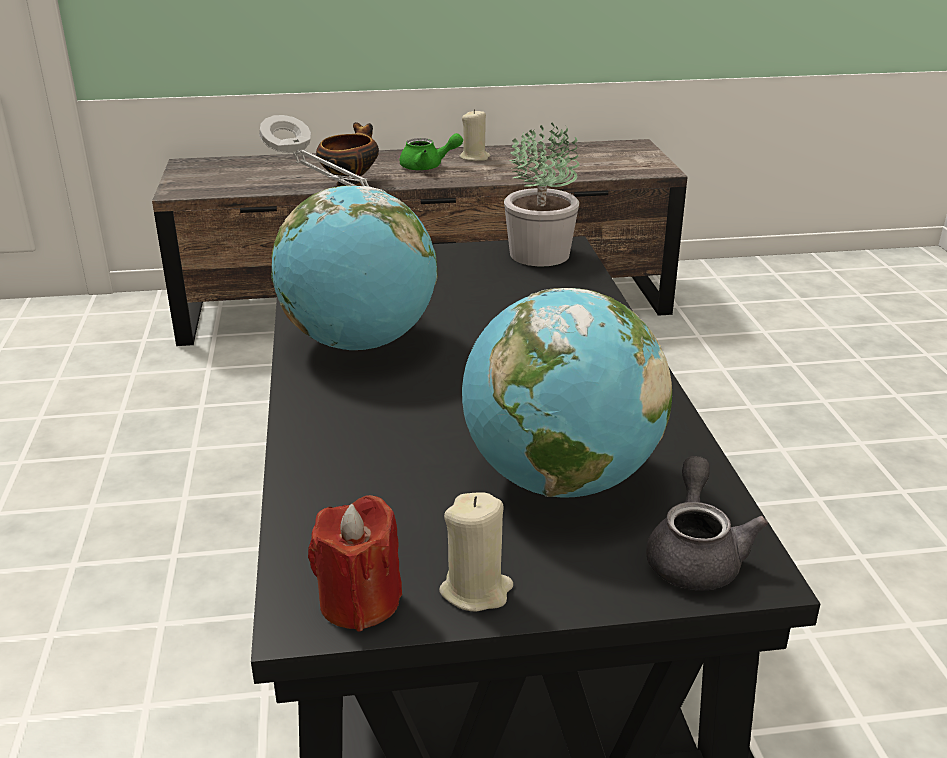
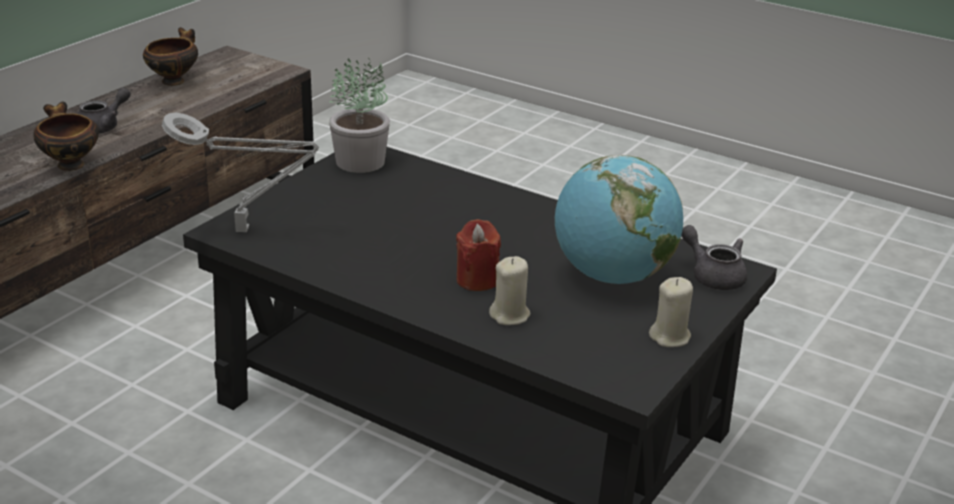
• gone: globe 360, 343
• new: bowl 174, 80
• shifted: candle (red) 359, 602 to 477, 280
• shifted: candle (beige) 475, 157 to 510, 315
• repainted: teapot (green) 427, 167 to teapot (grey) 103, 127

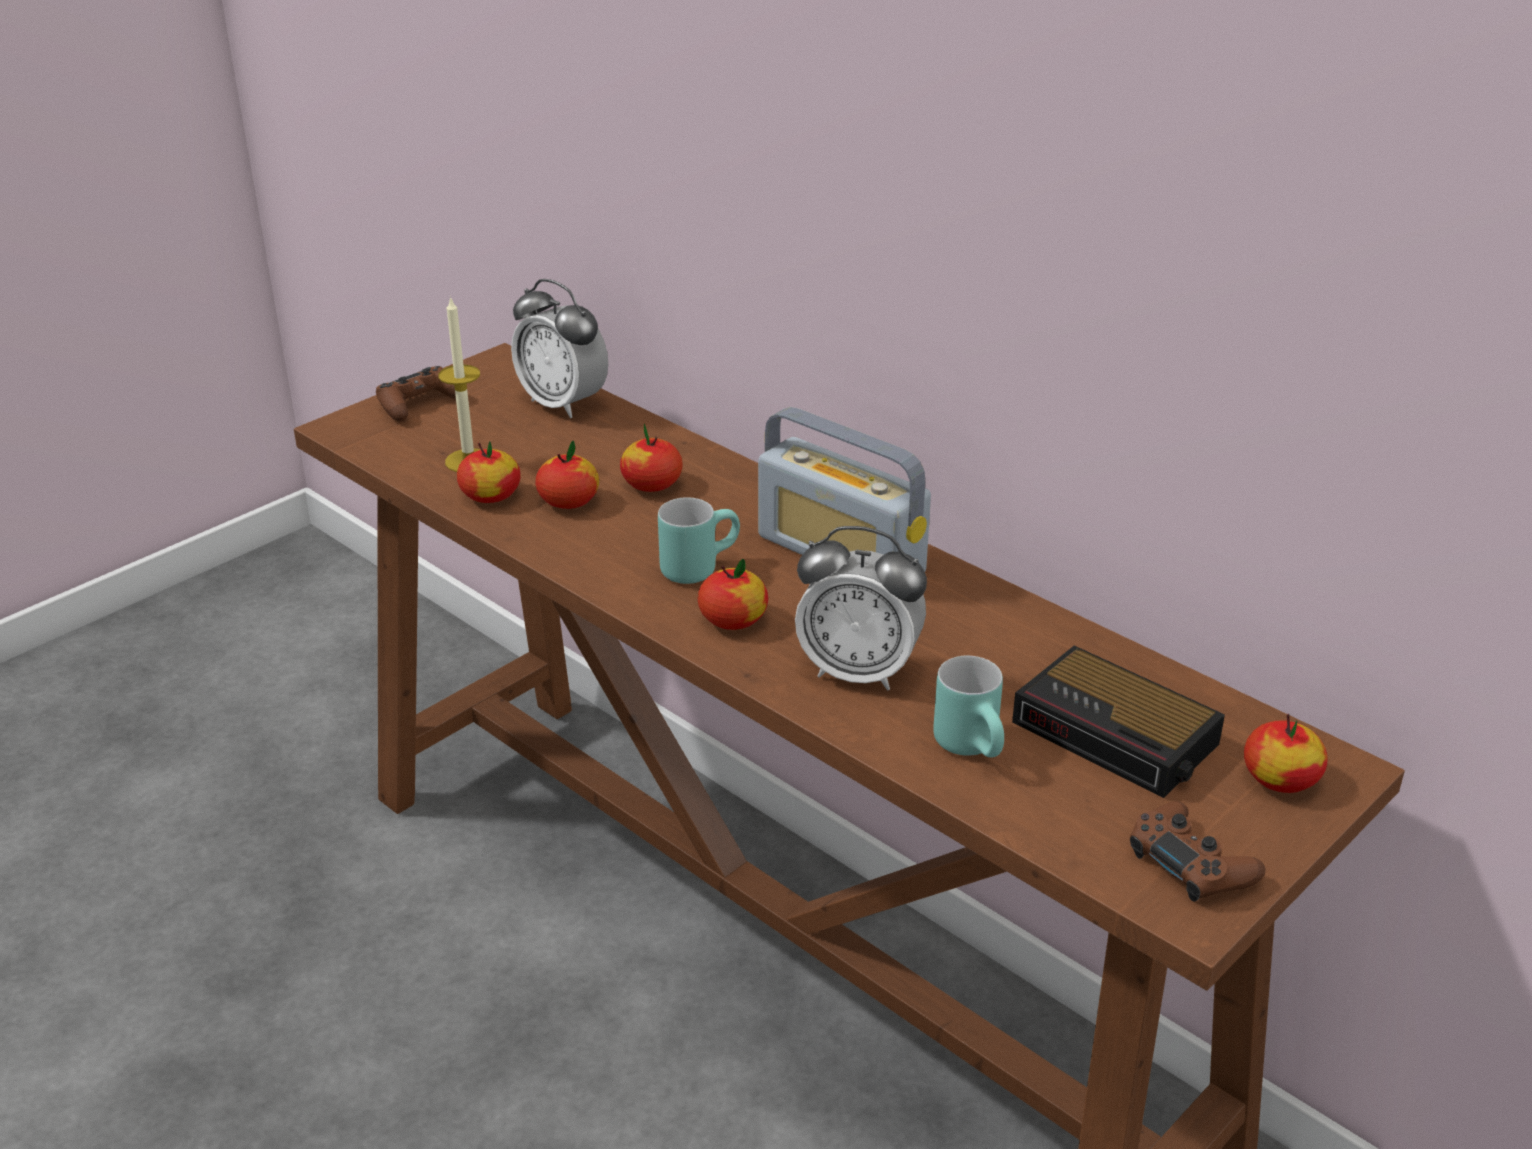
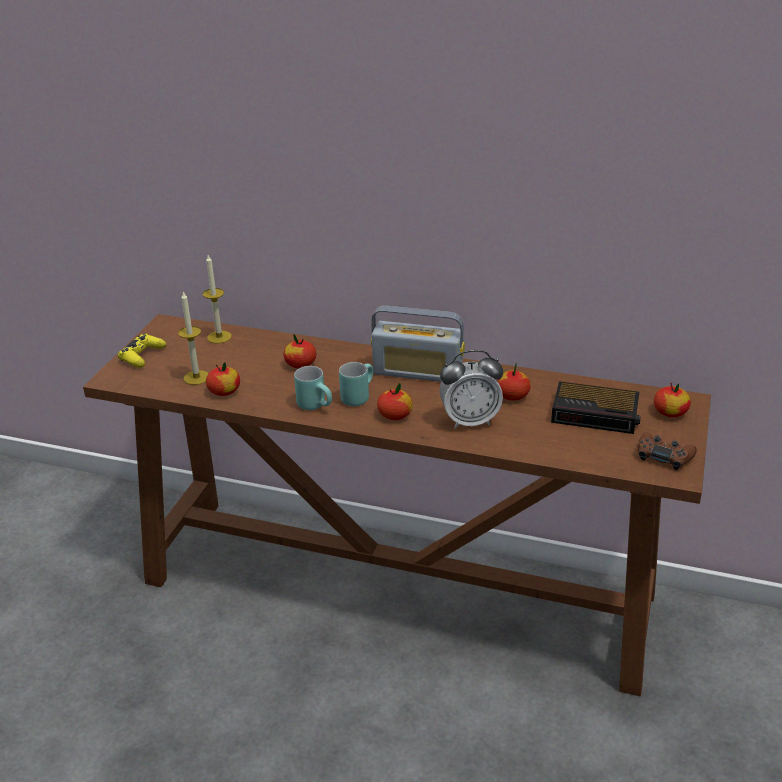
• shifted: apple 568, 501 to 512, 396
• shifted: mug (turquoise) 976, 747 to 317, 405
• swapped: alarm clock 563, 404 to candle 219, 337
• repainted: game controller (brown) 419, 404 to game controller (yellow) 142, 356

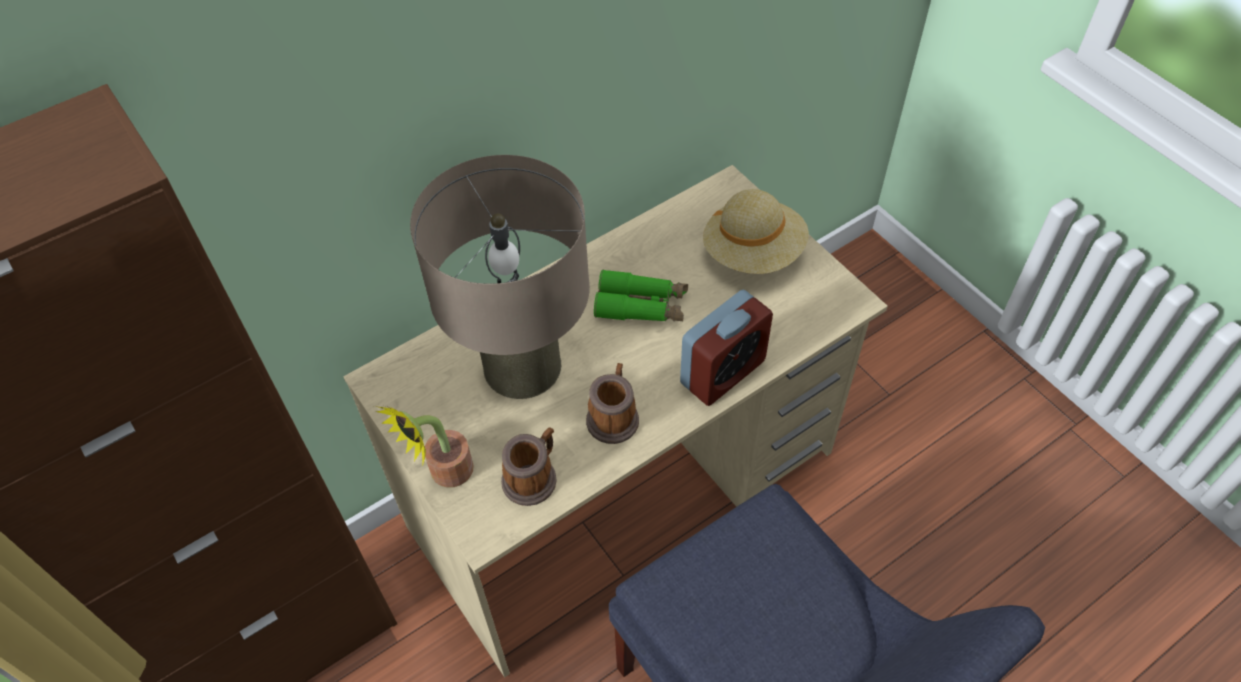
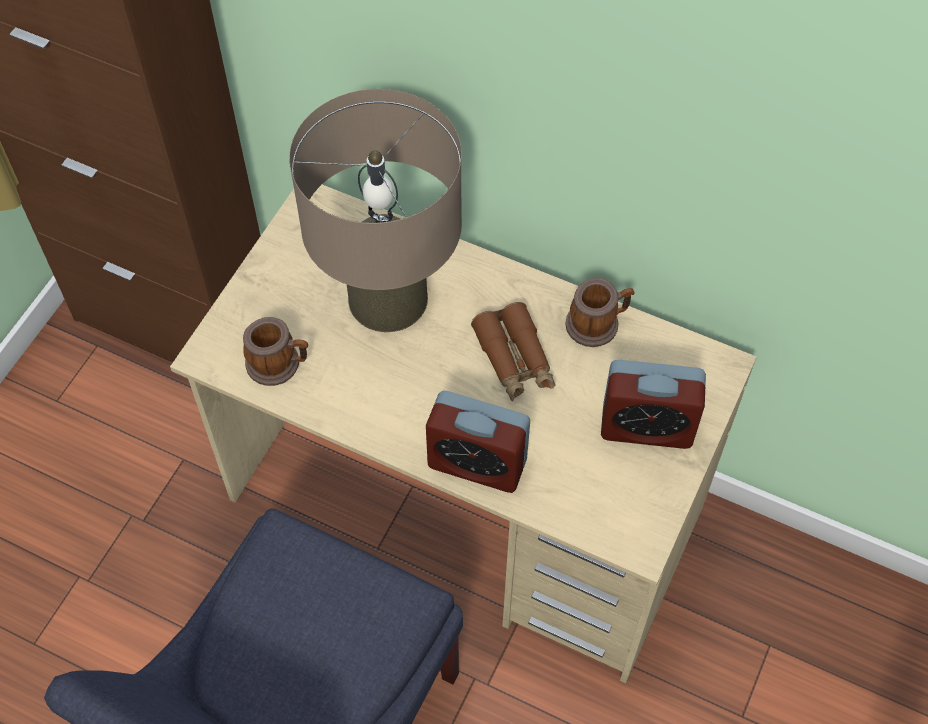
• gone: potted plant 444, 474
• shifted: mug 613, 416 to 597, 323
• swapped: hat (beige) 753, 252 to alarm clock 646, 427
• repainted: binoculars (green) 641, 306 to binoculars (brown) 514, 359

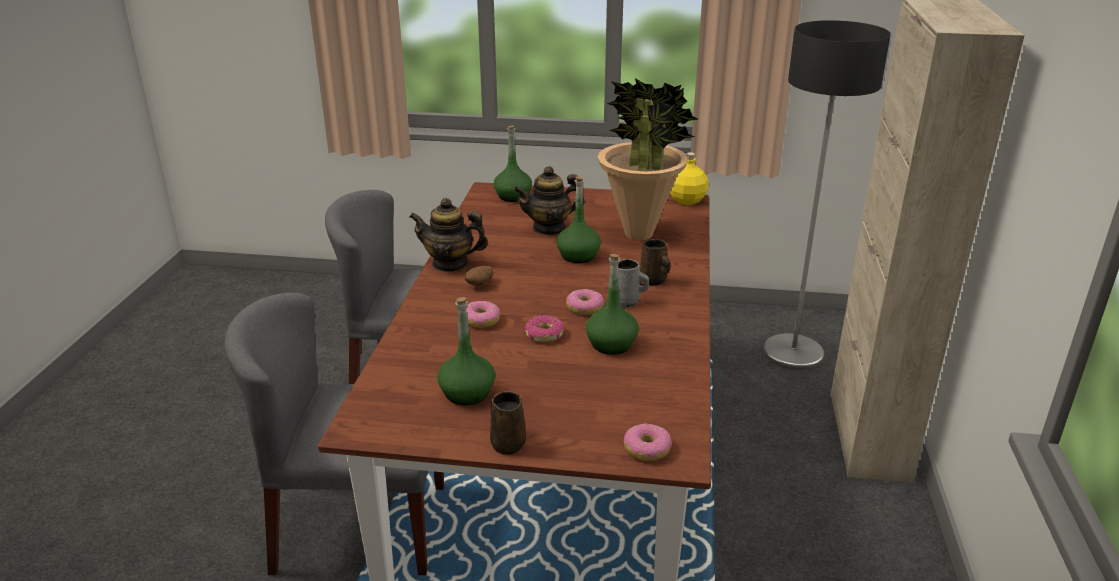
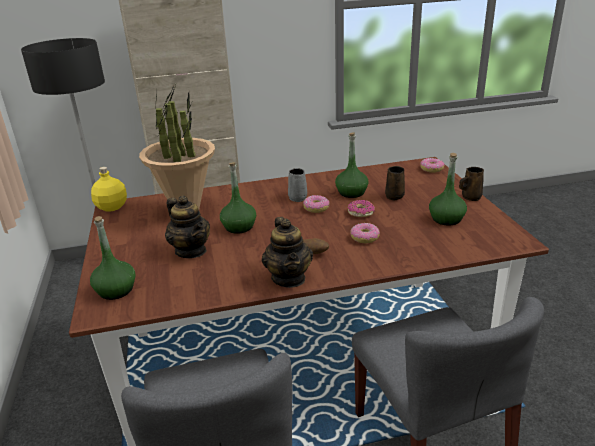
• shifted: mug (brown) 654, 281 to 395, 196

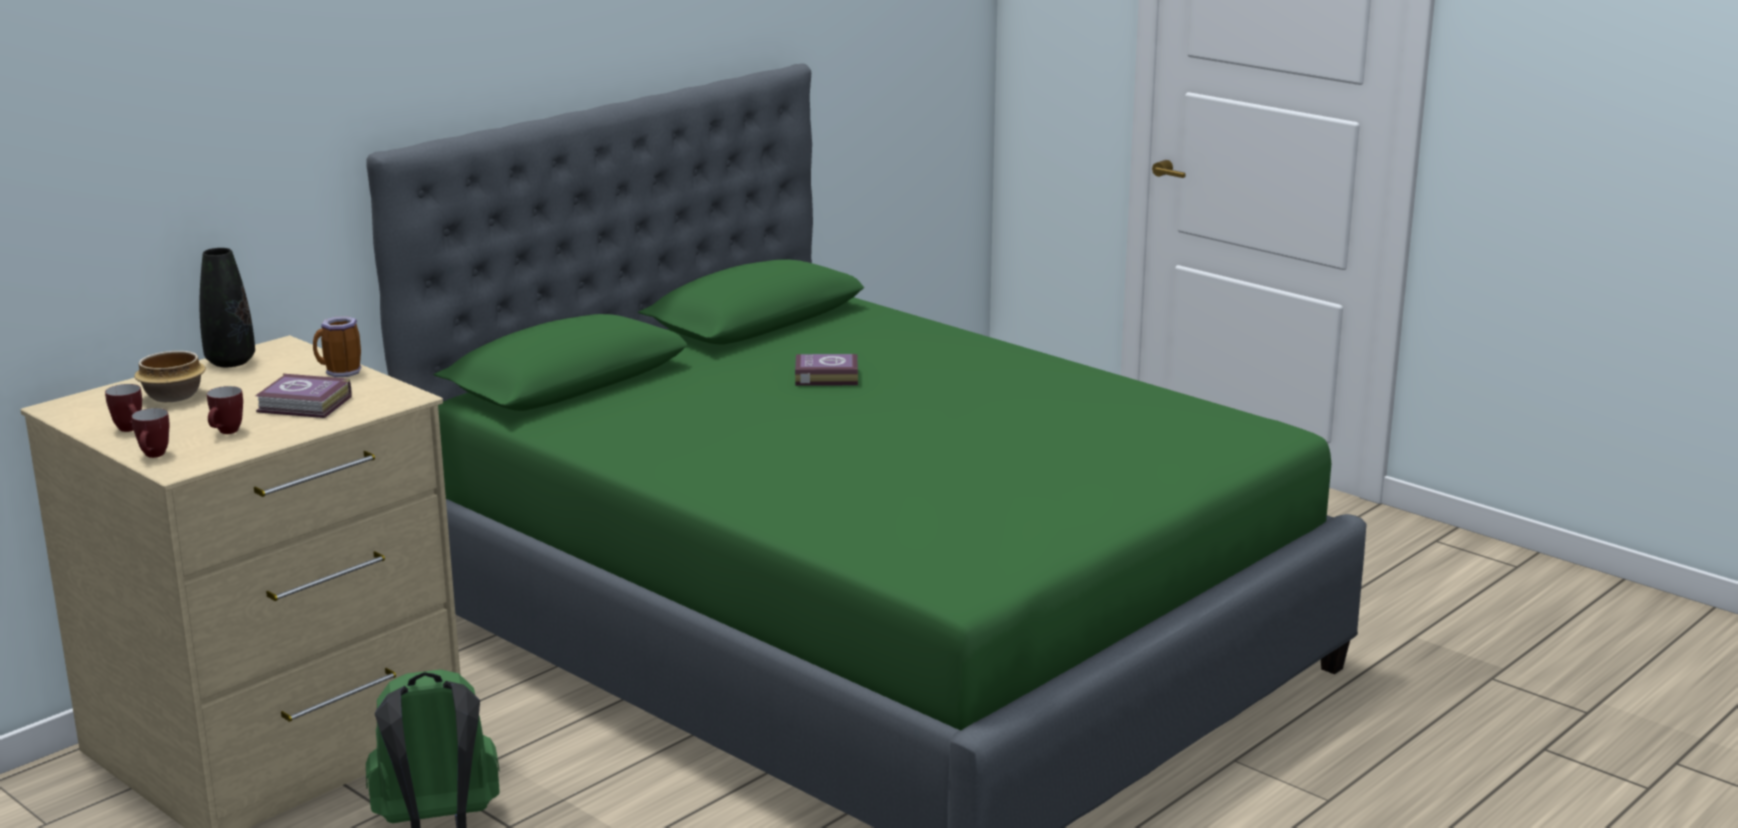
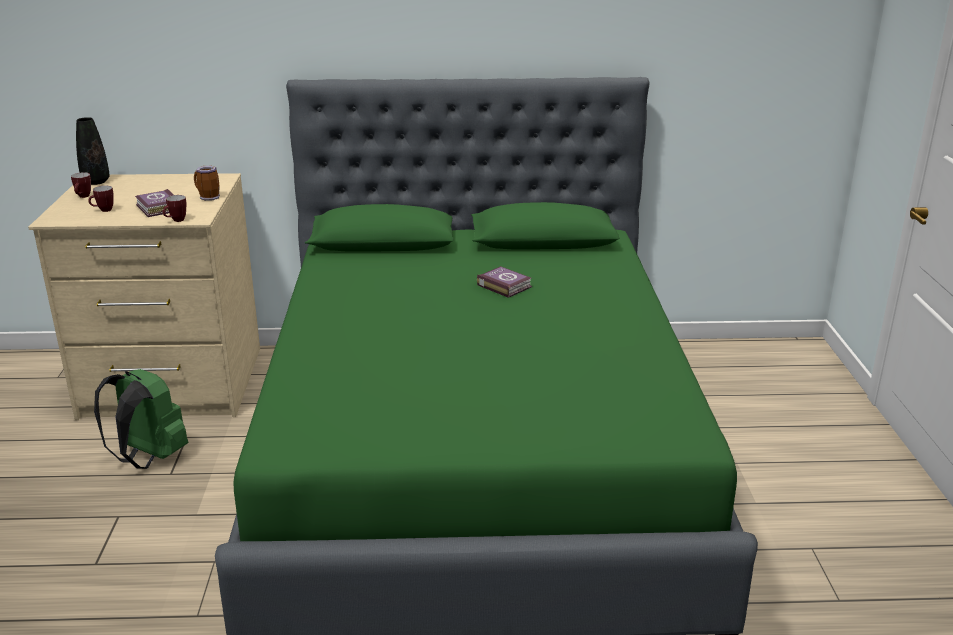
• gone: bowl 172, 397
• shifted: mug 154, 456 to 176, 221
• shifted: vase (black) 230, 362 to 96, 182

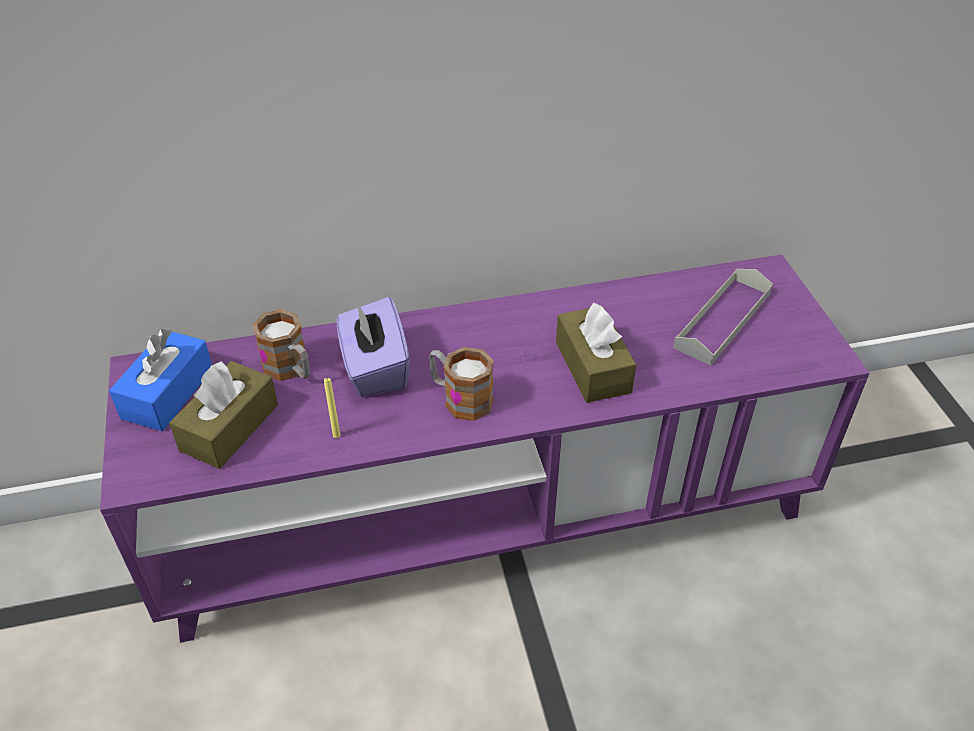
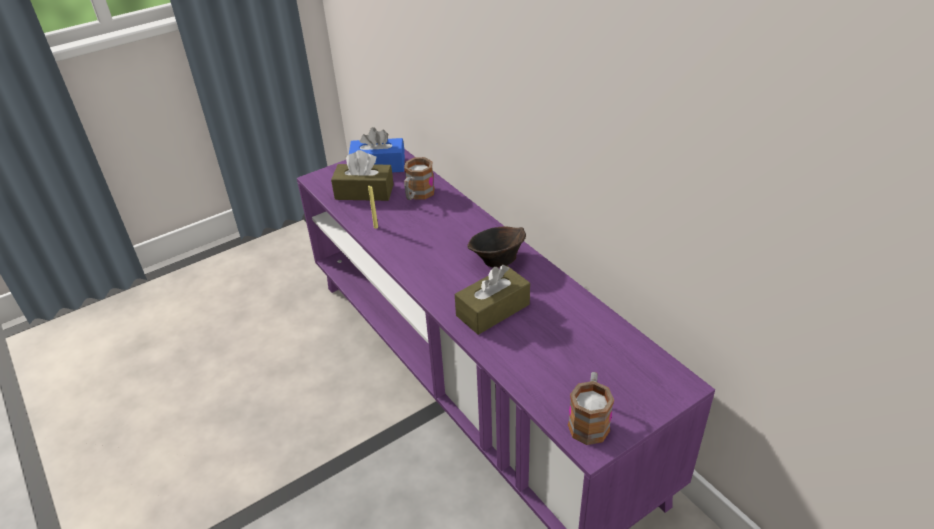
• gone: tissue box (purple) 375, 368
• gone: tray (grey) 723, 320
• new: bowl (brown) 496, 260
• shifted: mug 460, 398 to 589, 420

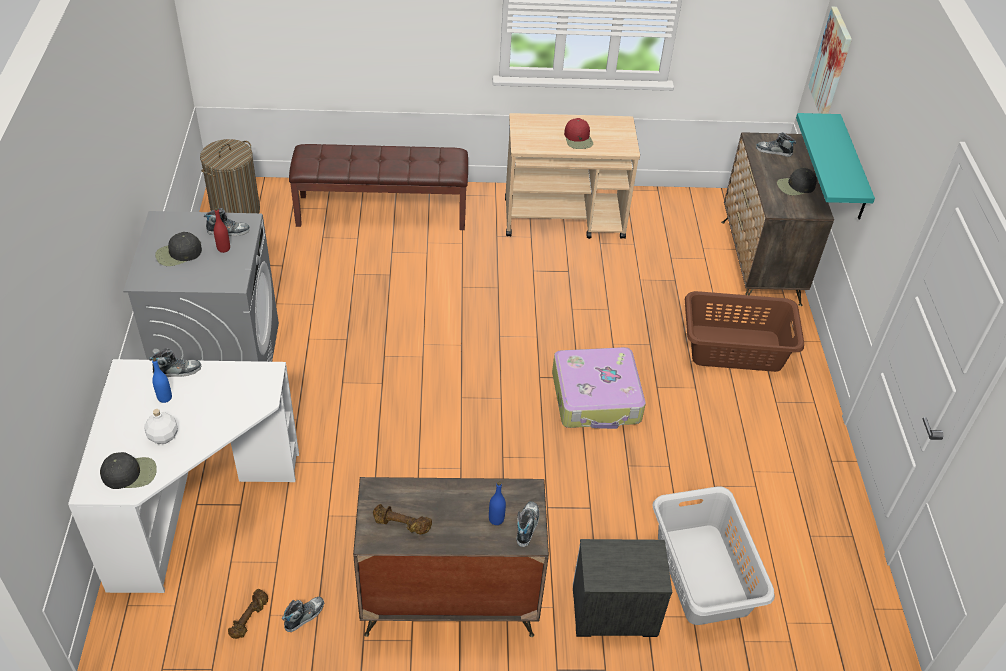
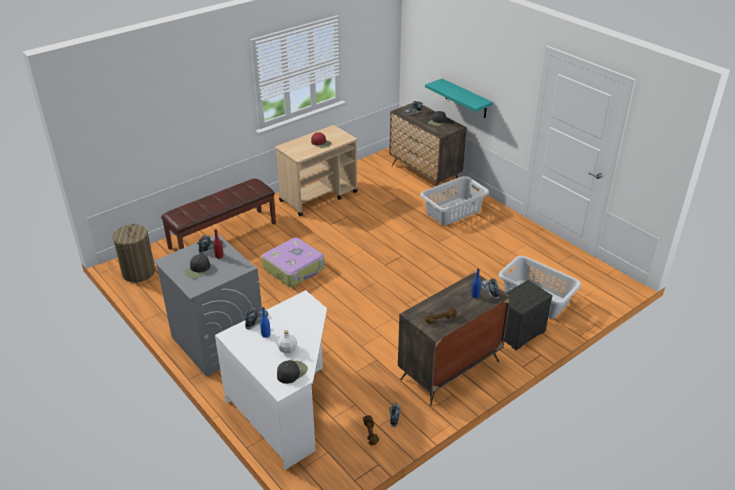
• gone: picture 831, 63
• shifted: suitcase 597, 398 to 294, 269
• repainted: laundry basket (brown) 736, 349 to laundry basket (grey) 453, 211

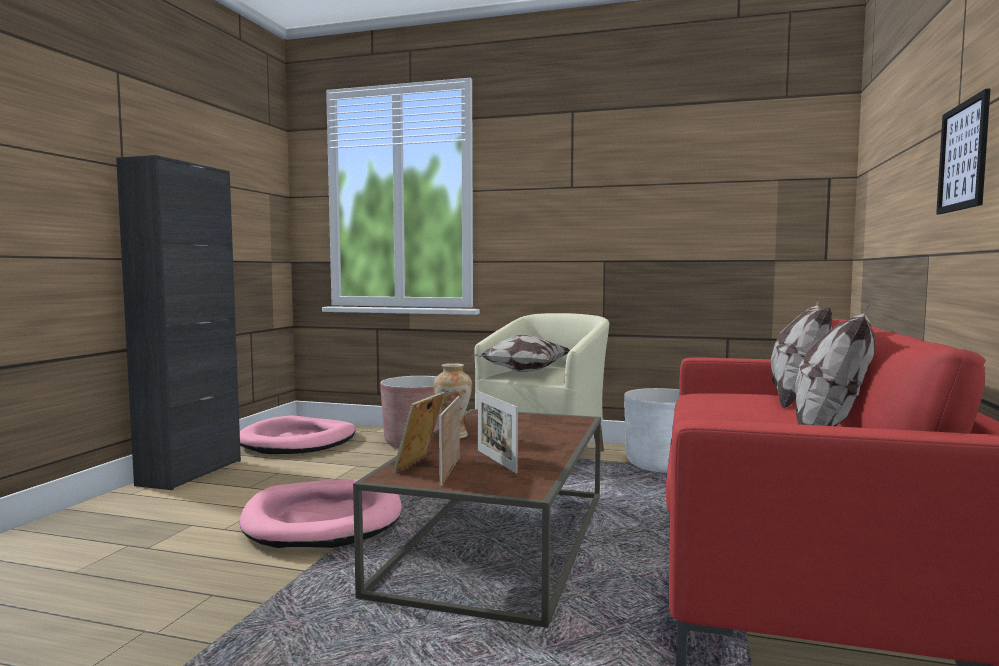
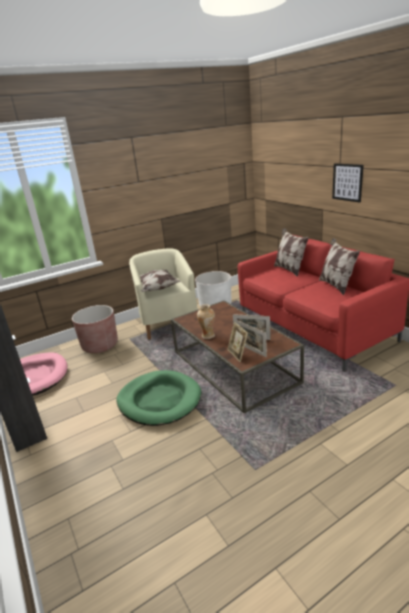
• repainted: dog bed (pink) 323, 520 to dog bed (green) 159, 400

